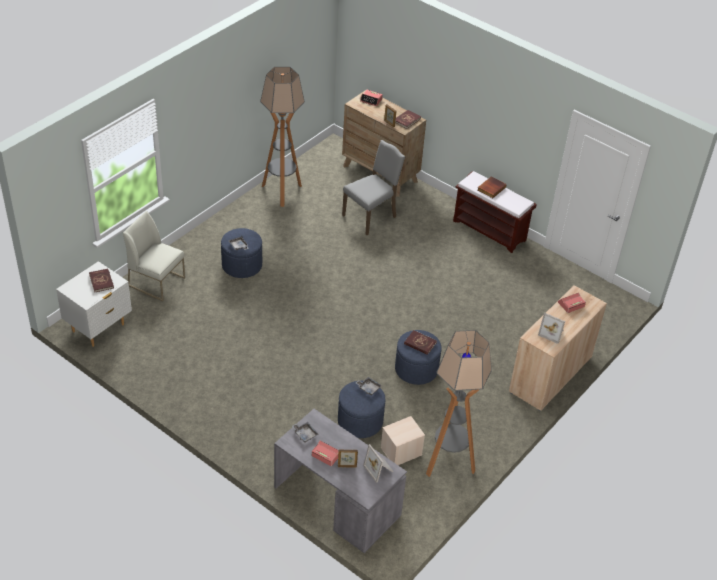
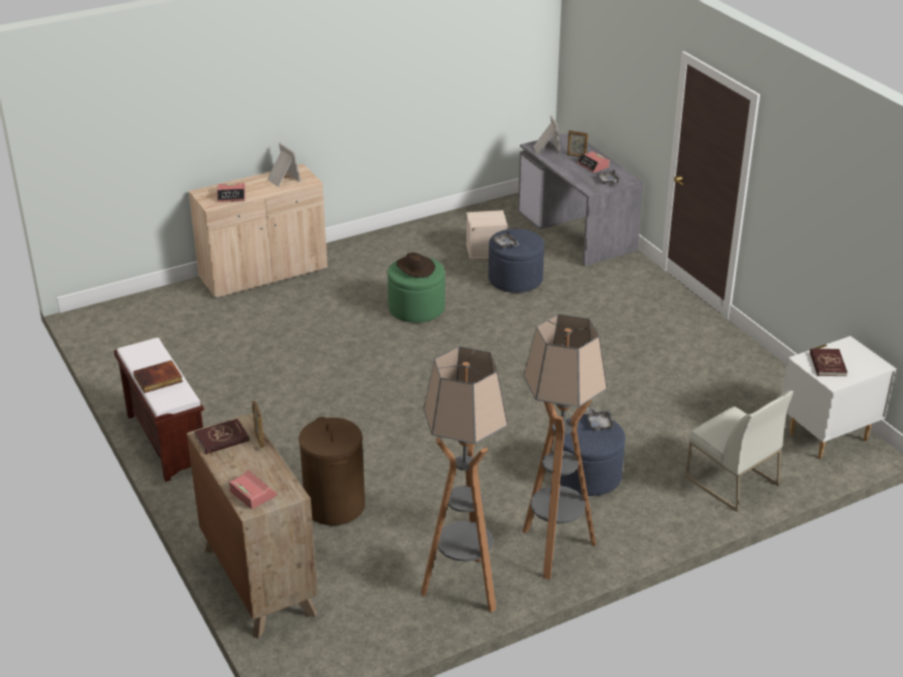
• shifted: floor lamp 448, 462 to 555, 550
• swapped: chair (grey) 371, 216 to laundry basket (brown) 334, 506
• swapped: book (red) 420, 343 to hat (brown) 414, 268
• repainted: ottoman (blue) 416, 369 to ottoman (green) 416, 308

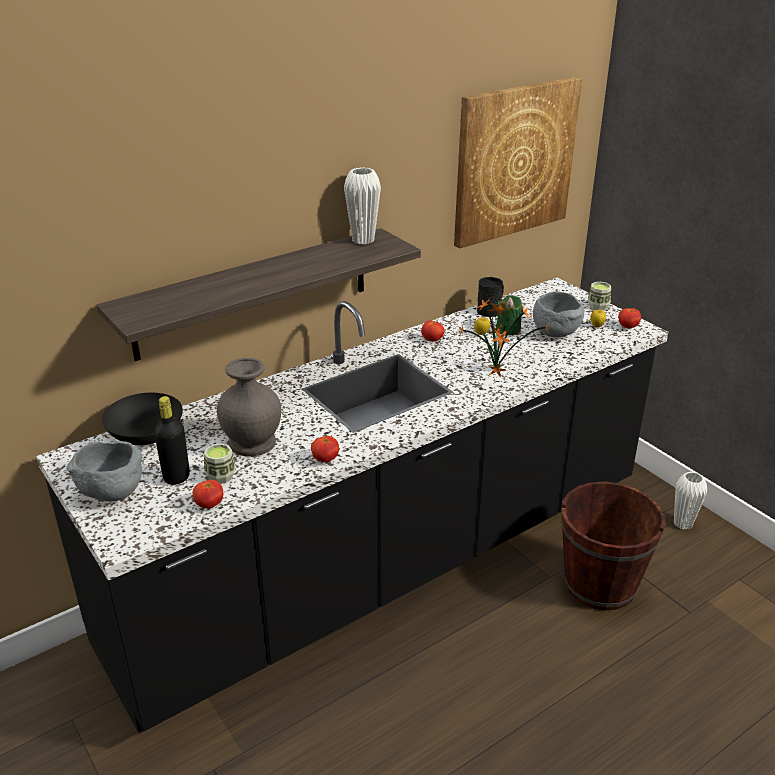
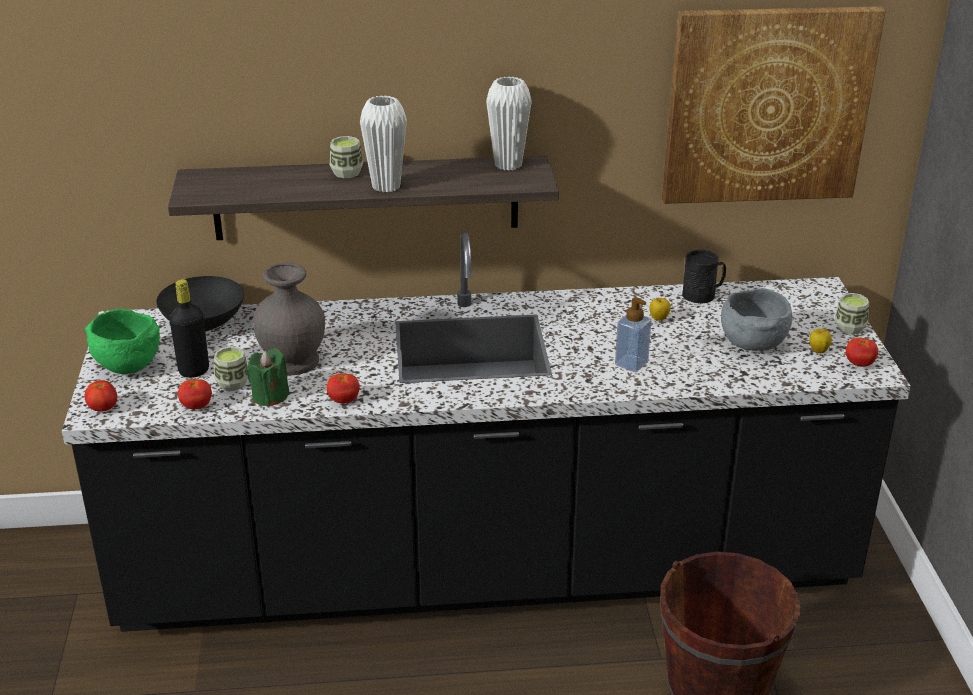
• new: cup 347, 173
• shifted: tomato 432, 340 to 103, 409
• shifted: candle (green) 508, 329 to 270, 396
• shifted: vase (white) 683, 524 to 386, 186
• swapped: potted plant 496, 368 to soap dispenser 631, 364
• repainted: bowl (grey) 110, 493 to bowl (green) 126, 366

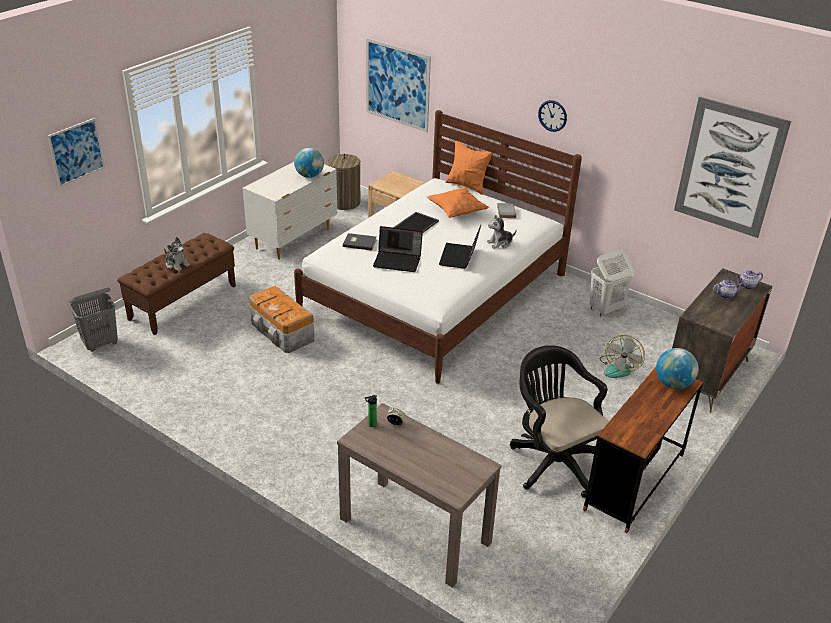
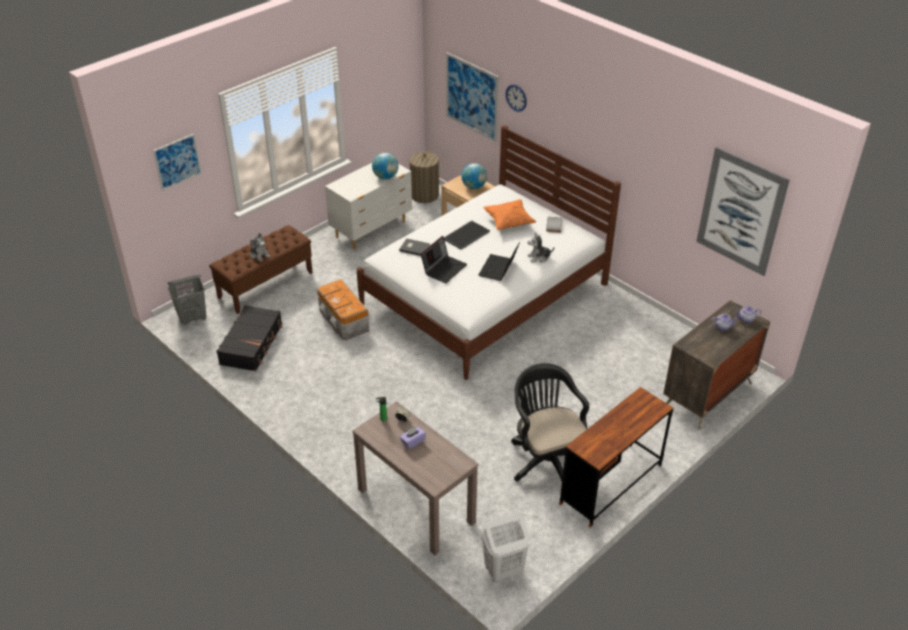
• gone: pillow (orange) 467, 186
• gone: fan 619, 368
• new: suitcase (black) 252, 344
• new: tissue box (purple) 413, 442
• shifted: wall clock 552, 115 to 516, 97
• shifted: laundry basket (white) 605, 309 to 503, 570
• shifted: globe 673, 384 to 474, 187
• rotated: laptop 398, 261 = 444, 268 75 degrees counterclockwise

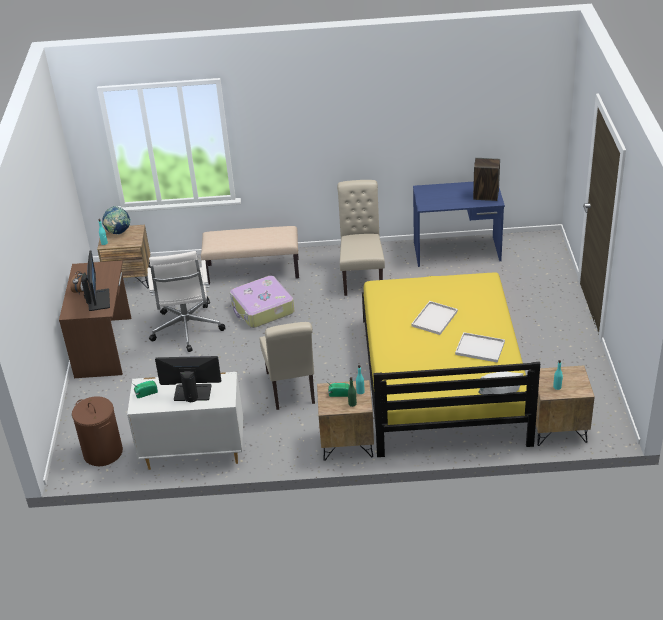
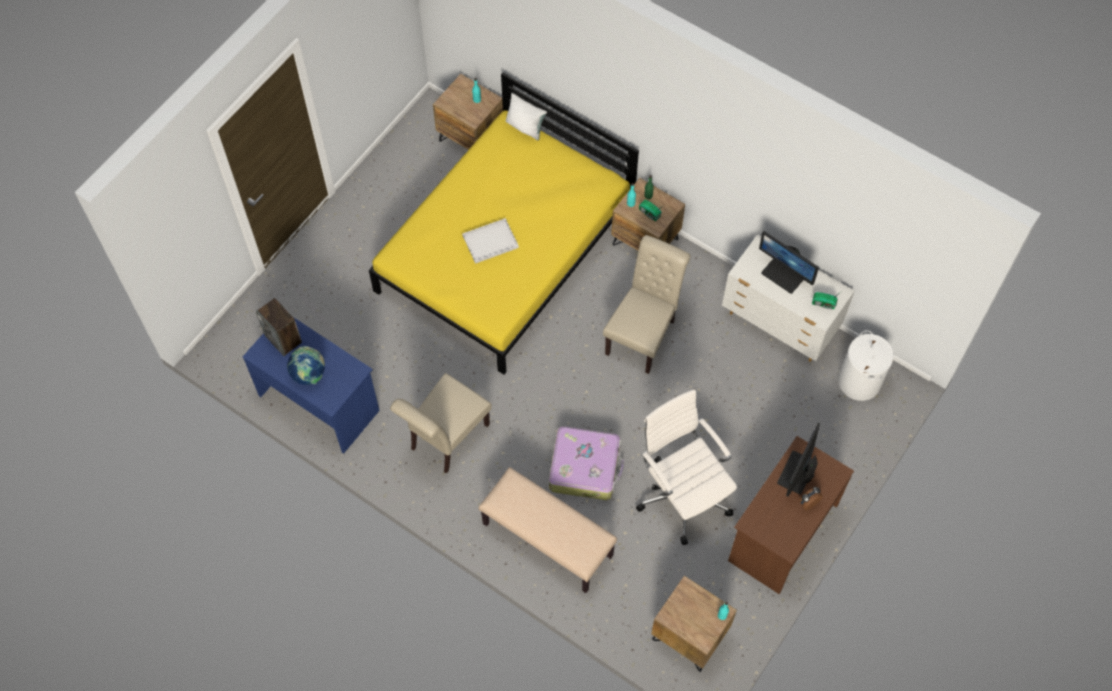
• gone: tray (white) 479, 348
• shifted: globe 118, 232 to 309, 374
• repainted: laundry basket (brown) 102, 452 to laundry basket (white) 859, 382
• rotated: office chair (white) 186, 330 = 682, 494 60 degrees counterclockwise

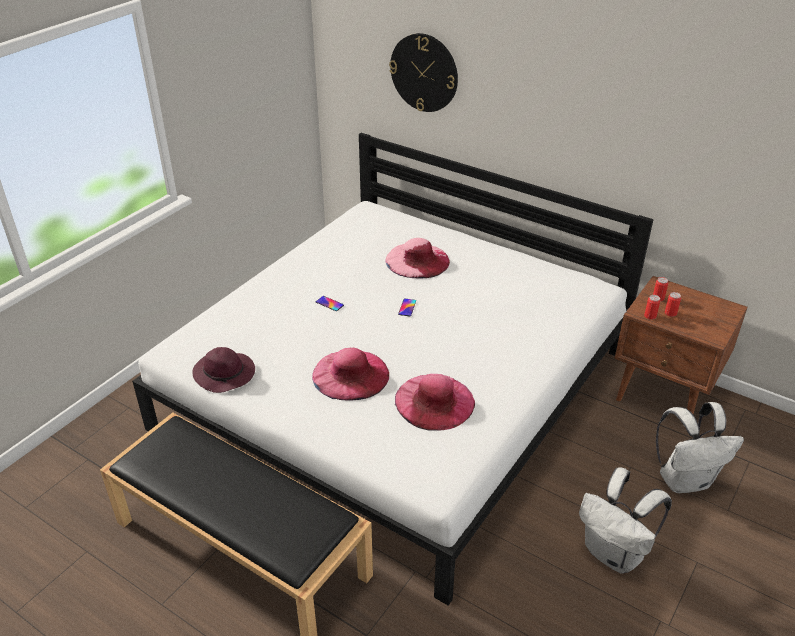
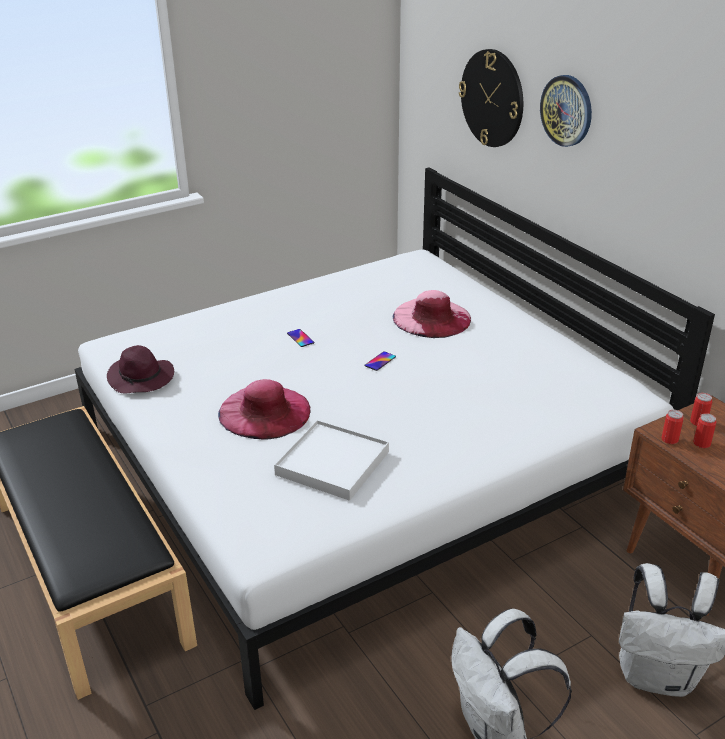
• new: wall clock 567, 110
• swapped: hat (pink) 434, 401 to tray (white) 332, 463

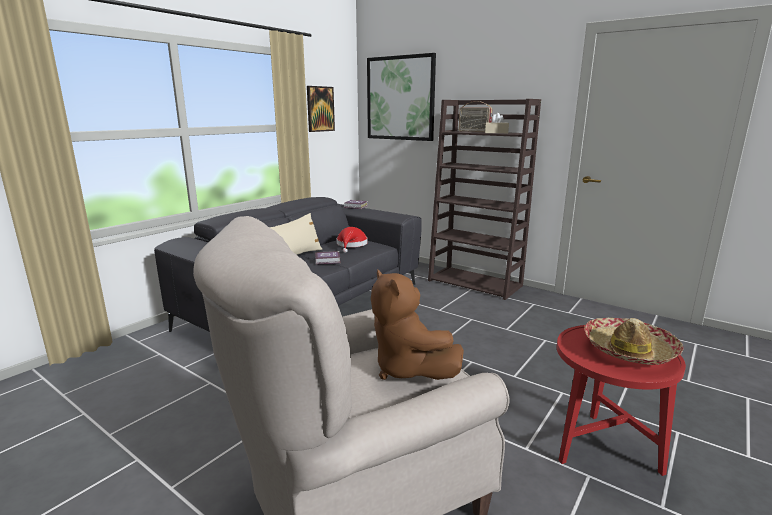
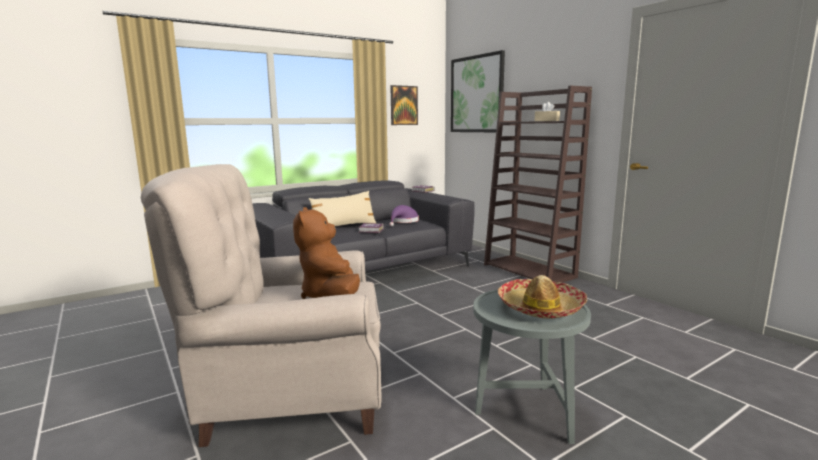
• gone: radio 474, 131
• repainted: hat (red) 351, 245 to hat (purple) 403, 221
• repainted: side table (red) 600, 450 to side table (grey) 525, 413

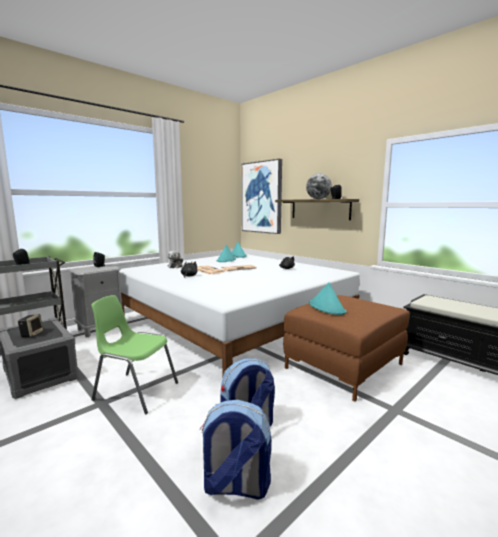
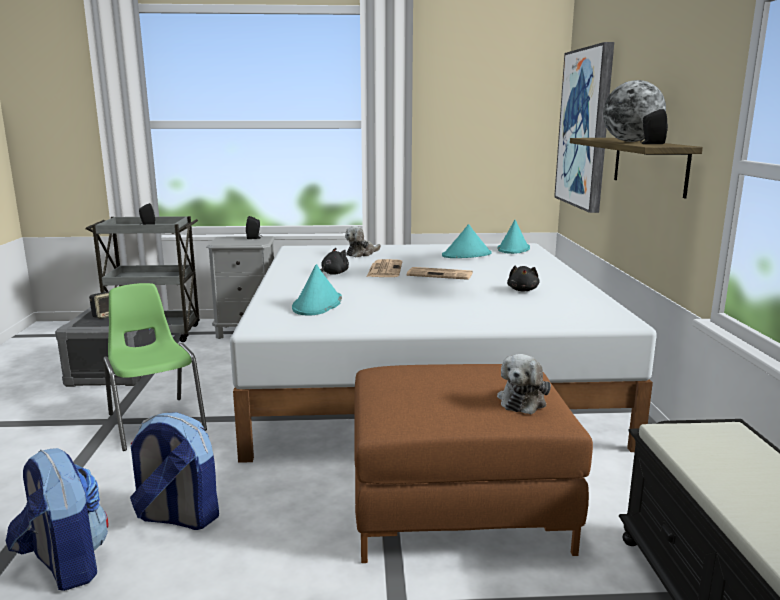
• new: plush toy 523, 400
• shifted: hat (turquoise) 327, 308 to 317, 305

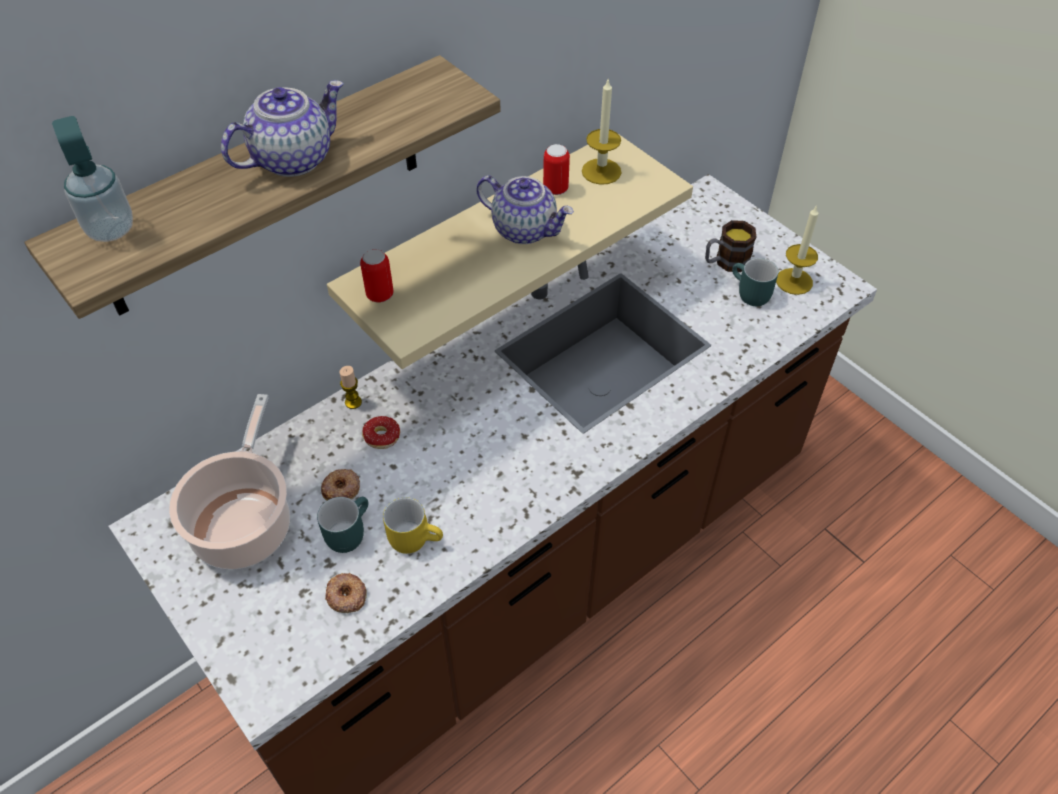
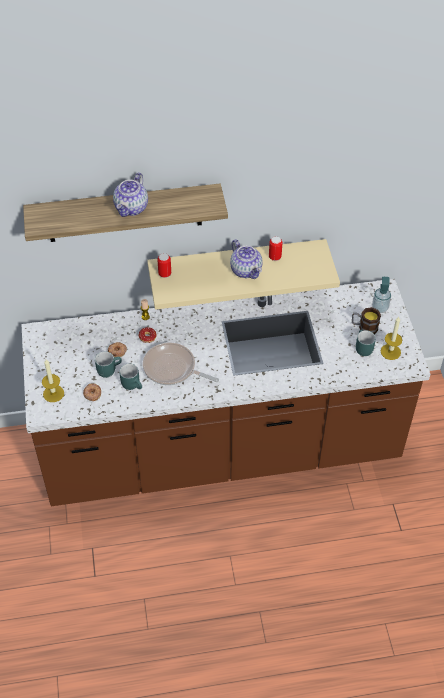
• gone: cooking pot 244, 523
• new: frying pan 172, 369
• shifted: soap dispenser 111, 229 to 380, 308
• shifted: candle 601, 171 to 53, 393
• repainted: mug (yellow) 415, 537 to mug (turquoise) 133, 384
• rotated: teapot 293, 158 = 131, 208 120 degrees clockwise

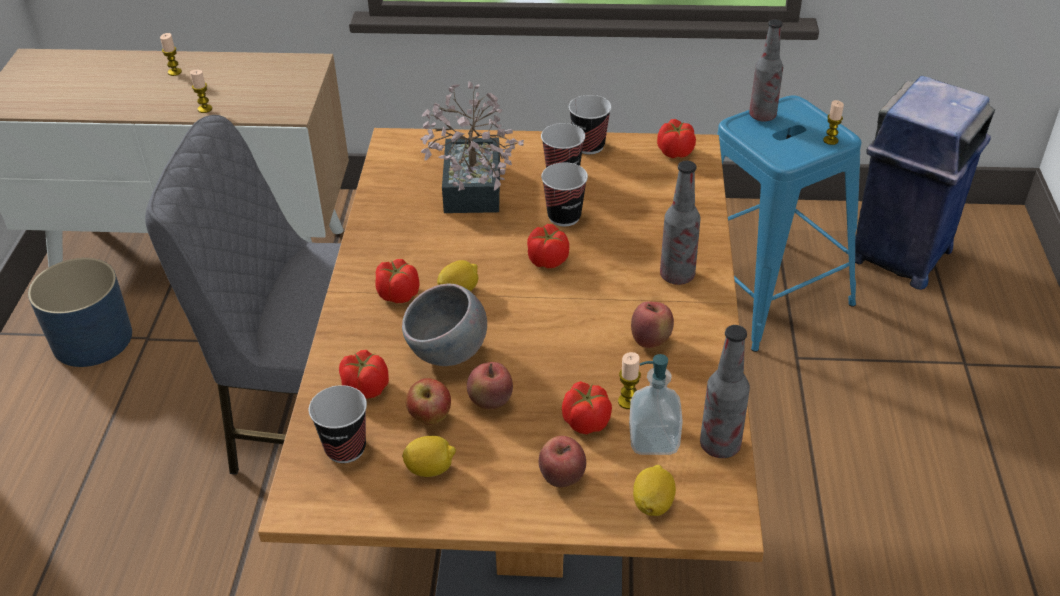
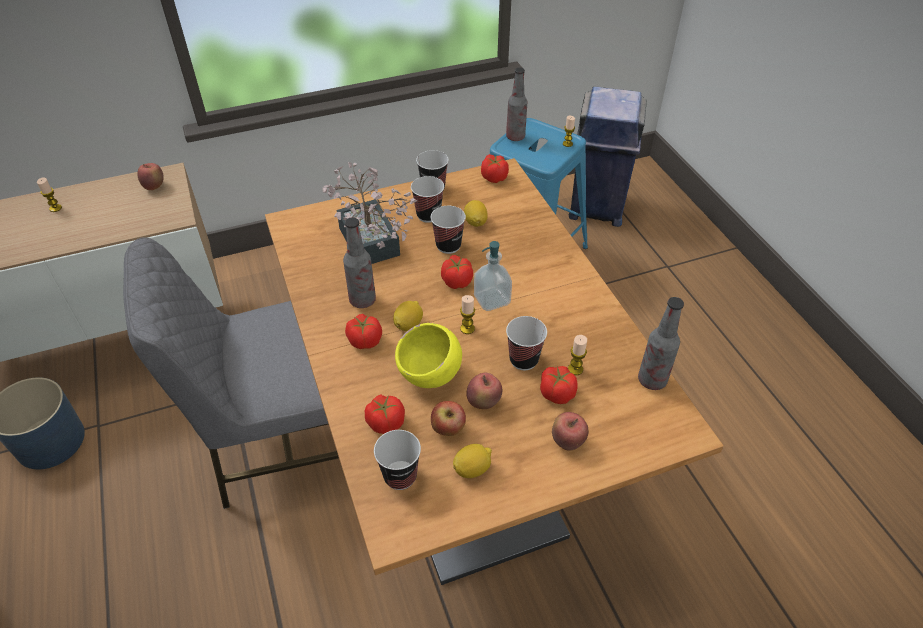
• new: cup 523, 360
• shifted: candle 205, 109 to 467, 328
• shifted: soap dispenser 653, 440 to 492, 300
• shifted: apple 650, 341 to 154, 187
• shifted: lemon 653, 503 to 475, 222
• shifted: bottle 677, 275 to 362, 300
• repainted: bowl (grey) 448, 354 to bowl (yellow) 430, 375

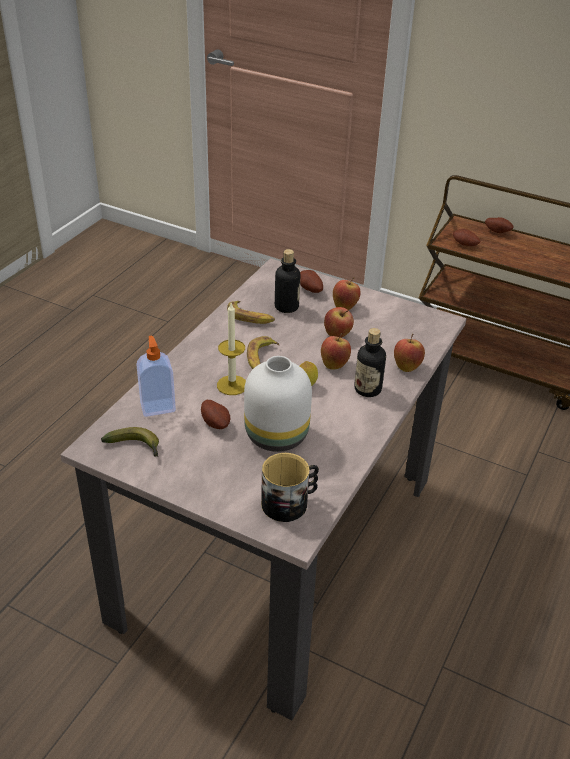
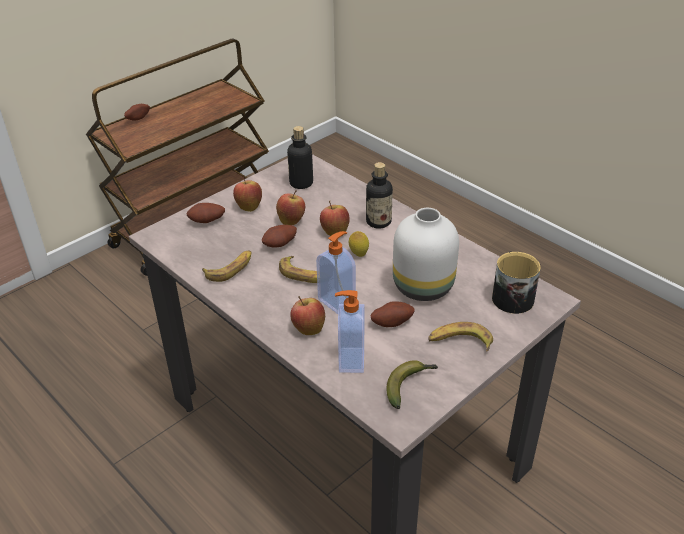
• new: banana 459, 342
• shifted: bottle 286, 307 to 301, 183
• shifted: apple 407, 366 to 308, 329
• shifted: potato 464, 245 to 280, 245
• swapped: candle 232, 385 to soap dispenser 337, 301

